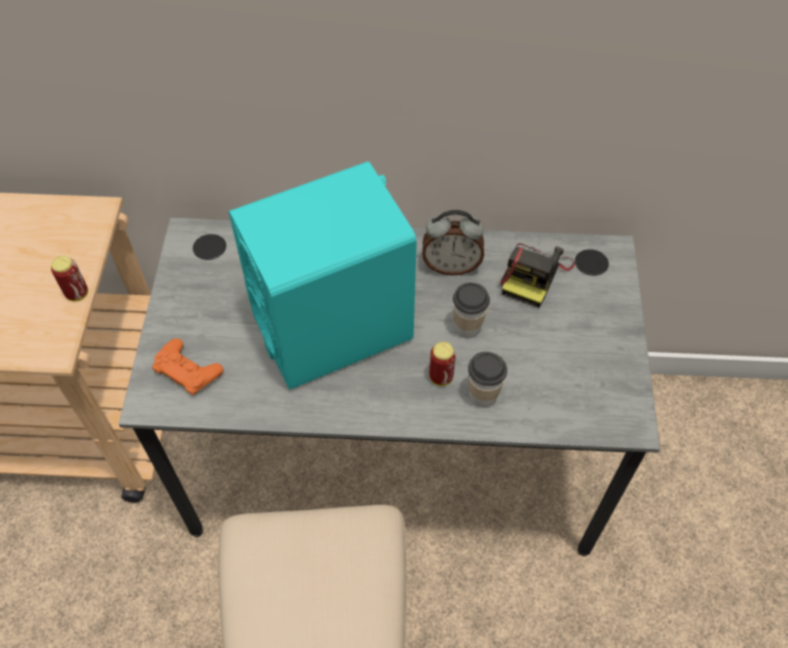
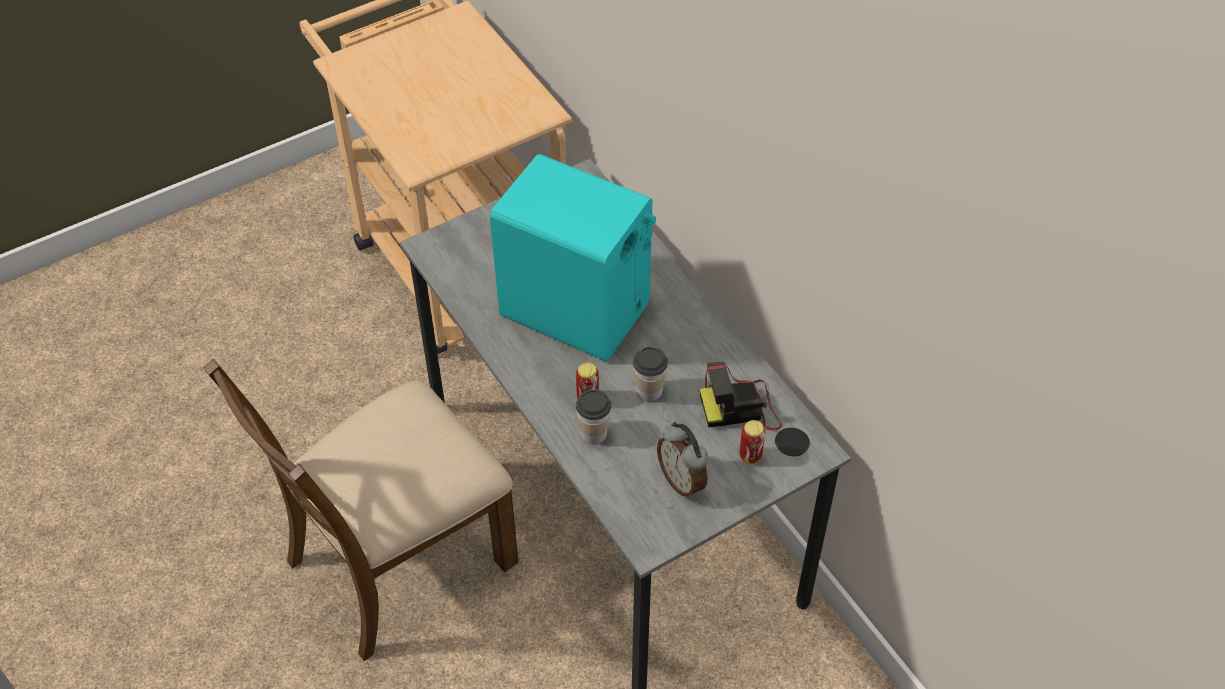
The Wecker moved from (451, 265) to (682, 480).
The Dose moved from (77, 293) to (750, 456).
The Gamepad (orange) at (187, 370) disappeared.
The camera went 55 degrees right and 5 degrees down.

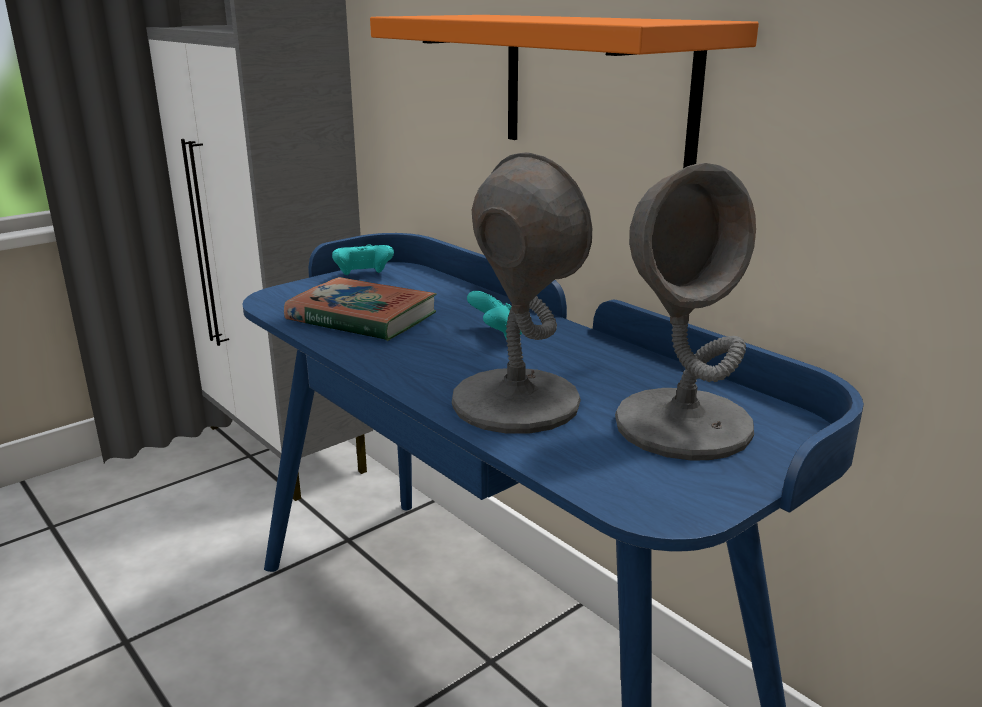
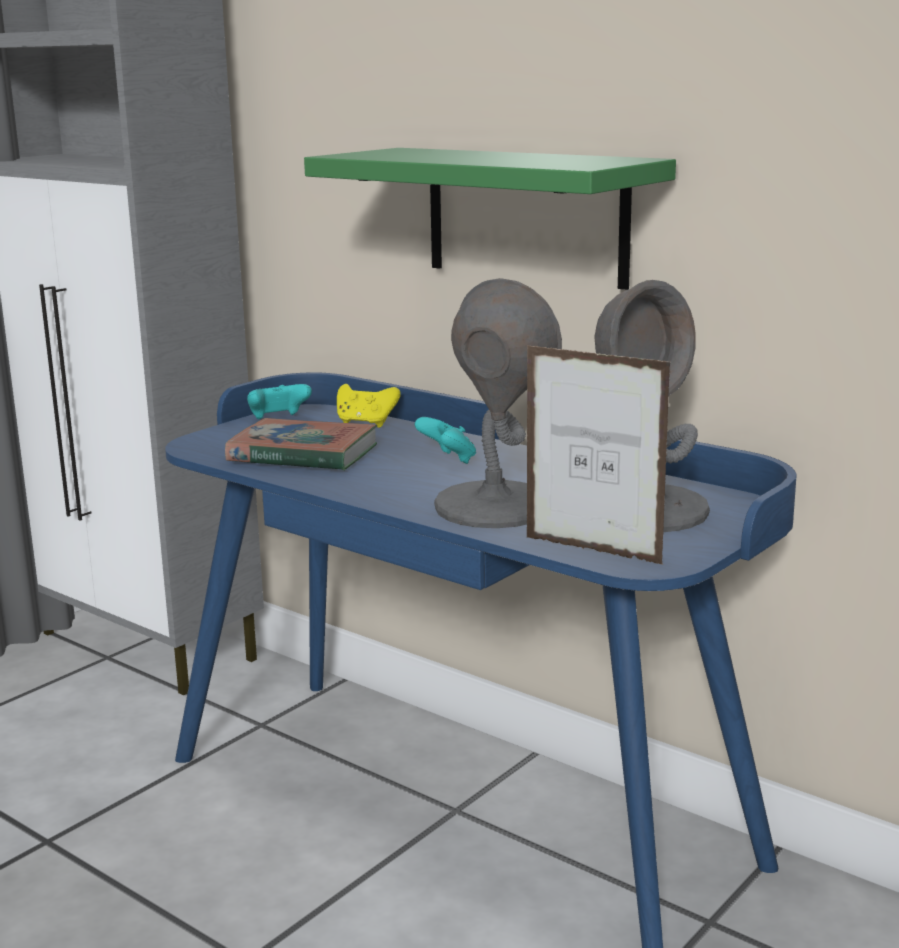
The Wandregal (orange) at (596, 87) became the Wandregal (grün) at (526, 216).
The Gamepad (gelb) at (366, 423) appeared.
The Bilderrahmen at (592, 550) appeared.
The camera went 10 degrees left and 5 degrees down.

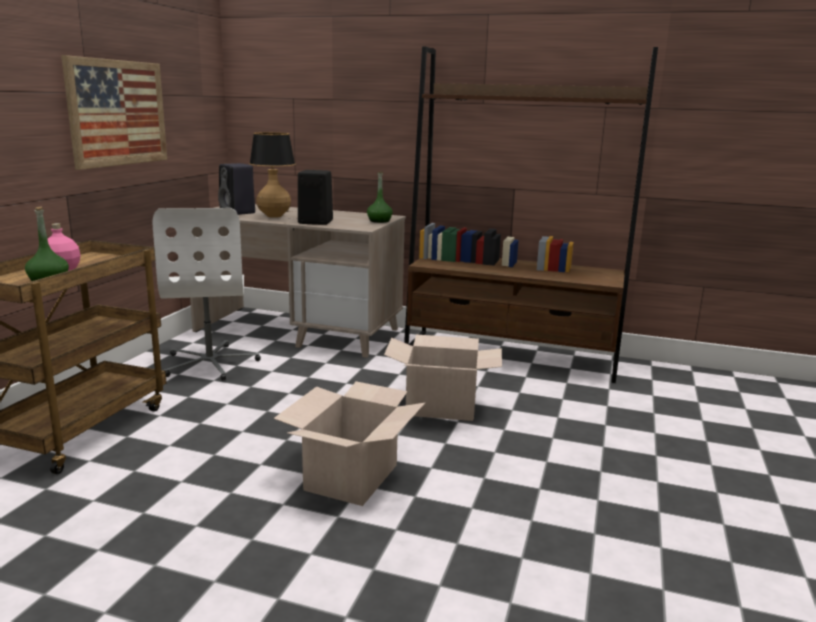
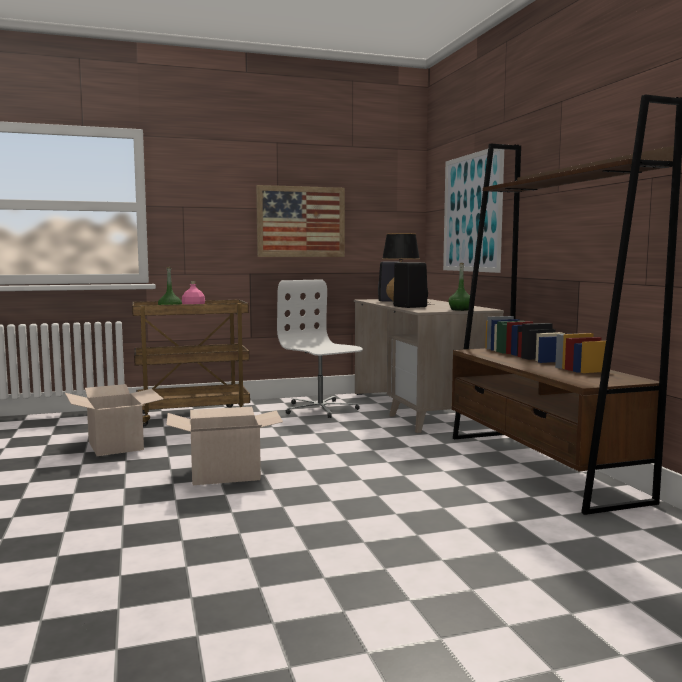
The Karton moved from (441, 407) to (115, 445).
The Bürostuhl (weiß) at (211, 363) turned 105 degrees clockwise.
The Bild at (471, 213) appeared.
The camera went 55 degrees right and 10 degrees down.

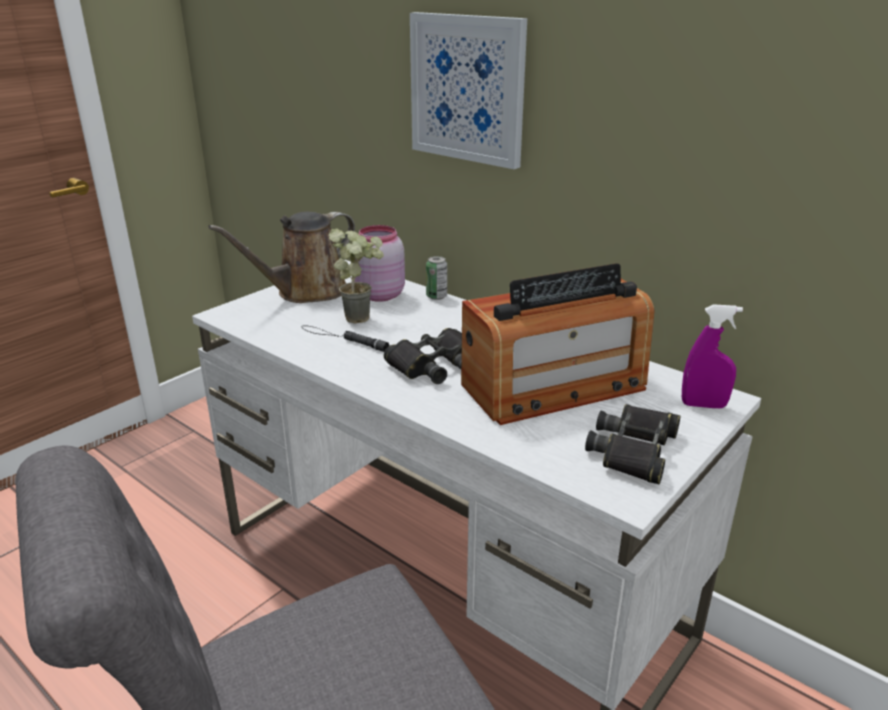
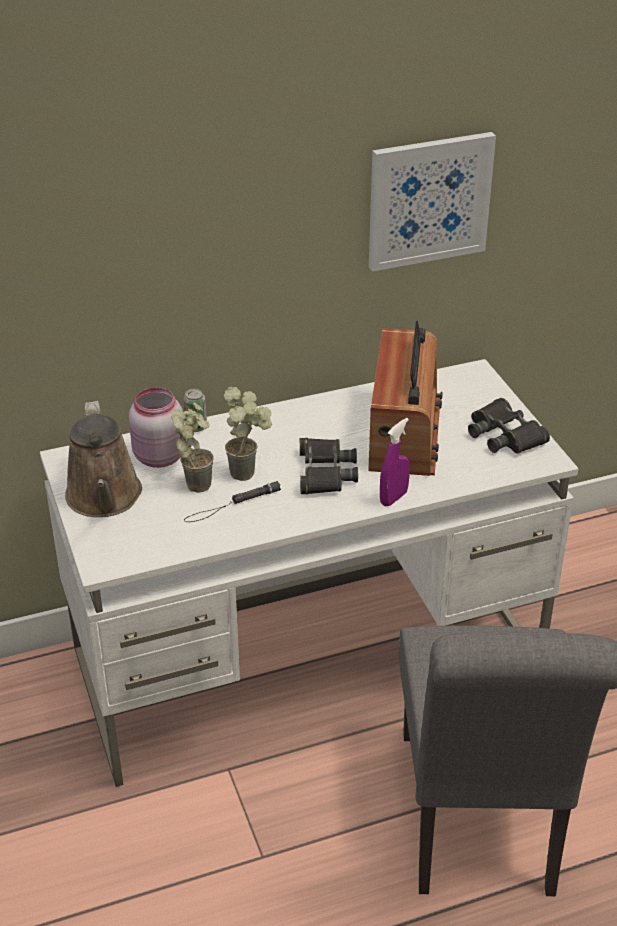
The Topfpflanze at (249, 472) appeared.
The Bild moved from (467, 89) to (429, 200).
The Sprühflasche (lila) moved from (703, 405) to (393, 498).
The camera went 60 degrees left and 10 degrees up.

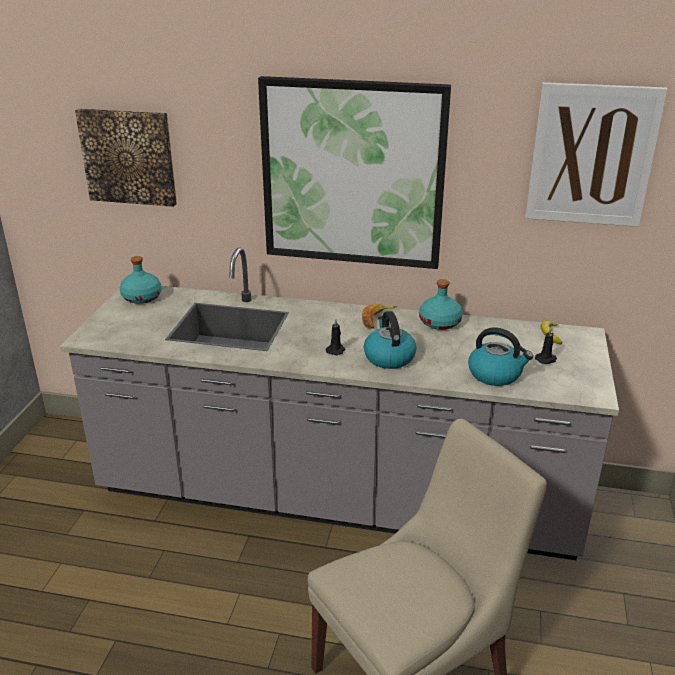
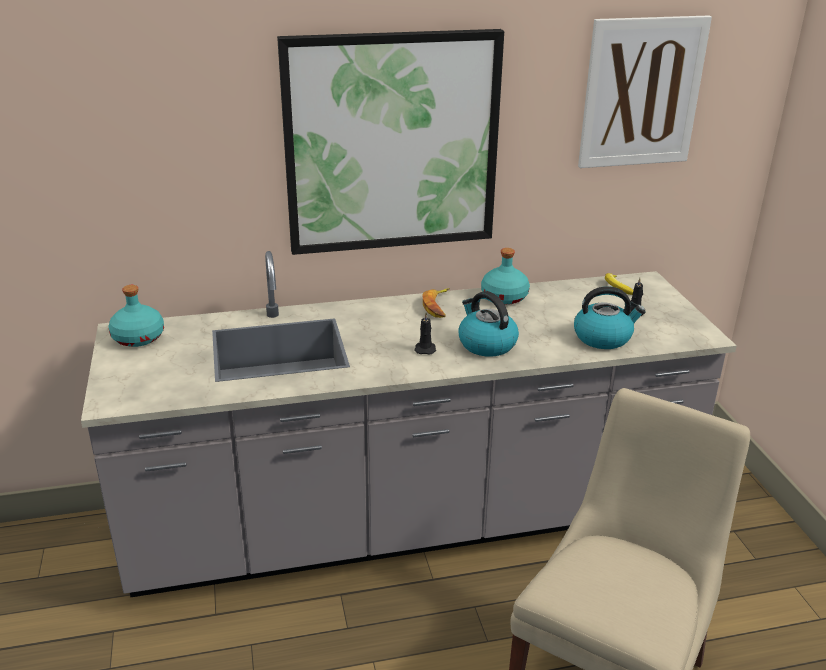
The Bild at (128, 156) disappeared.
The camera went 25 degrees left and 0 degrees up.

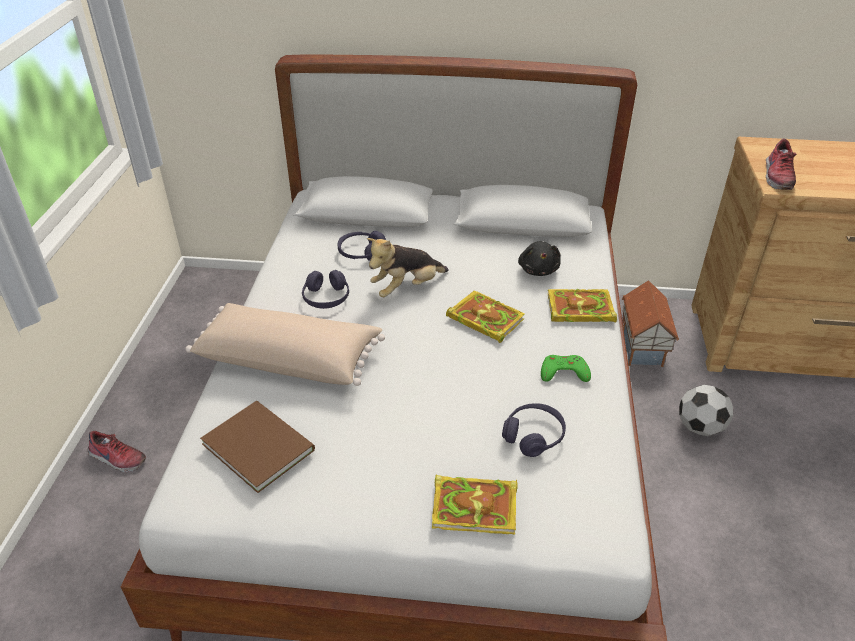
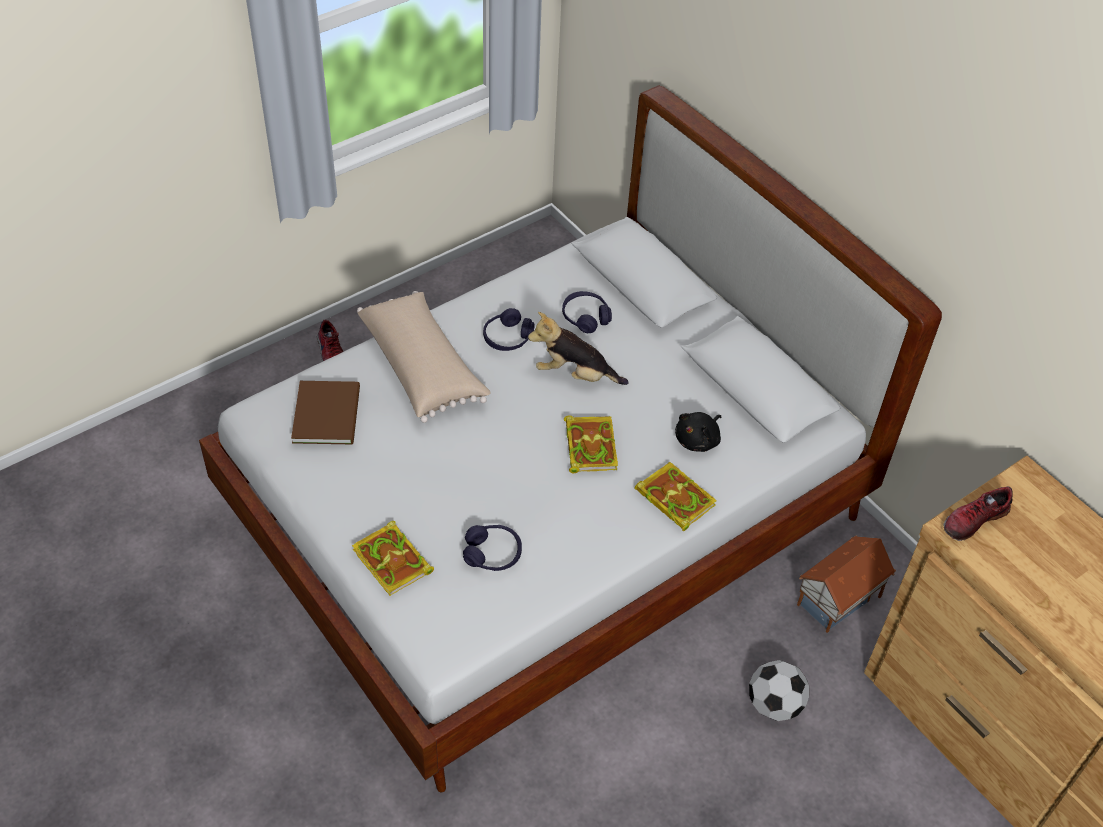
The Gamepad (grün) at (564, 372) disappeared.
The camera went 45 degrees right and 10 degrees up.

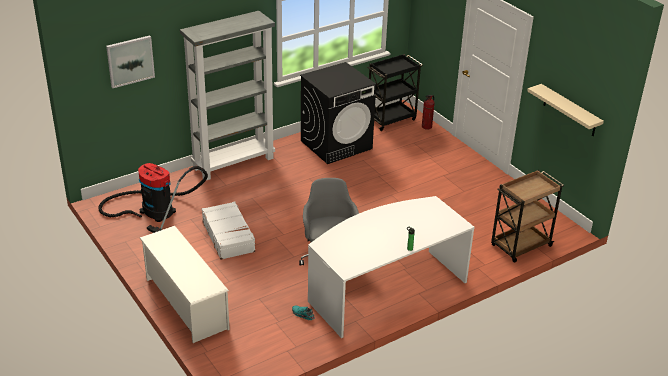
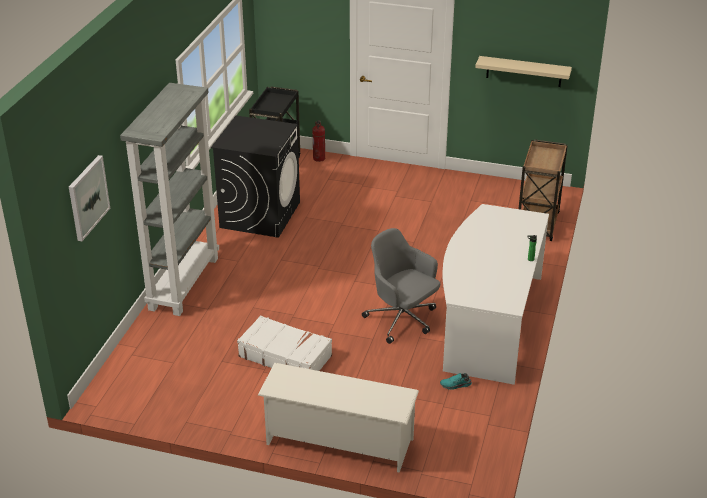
The Staubsauger at (154, 211) disappeared.
The camera went 40 degrees left and 0 degrees up.

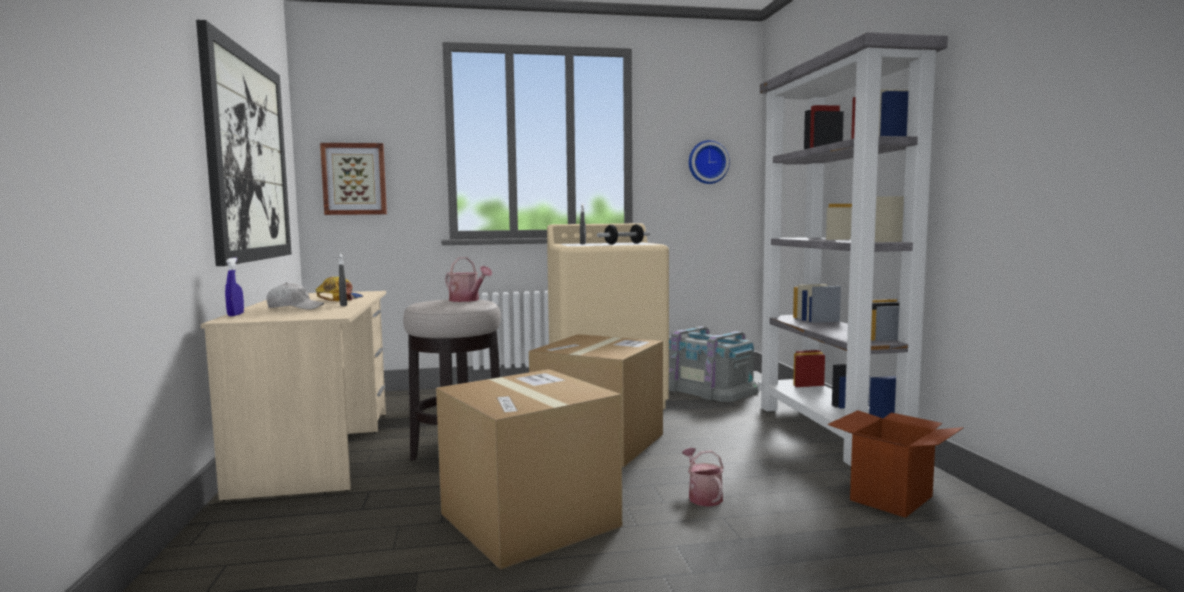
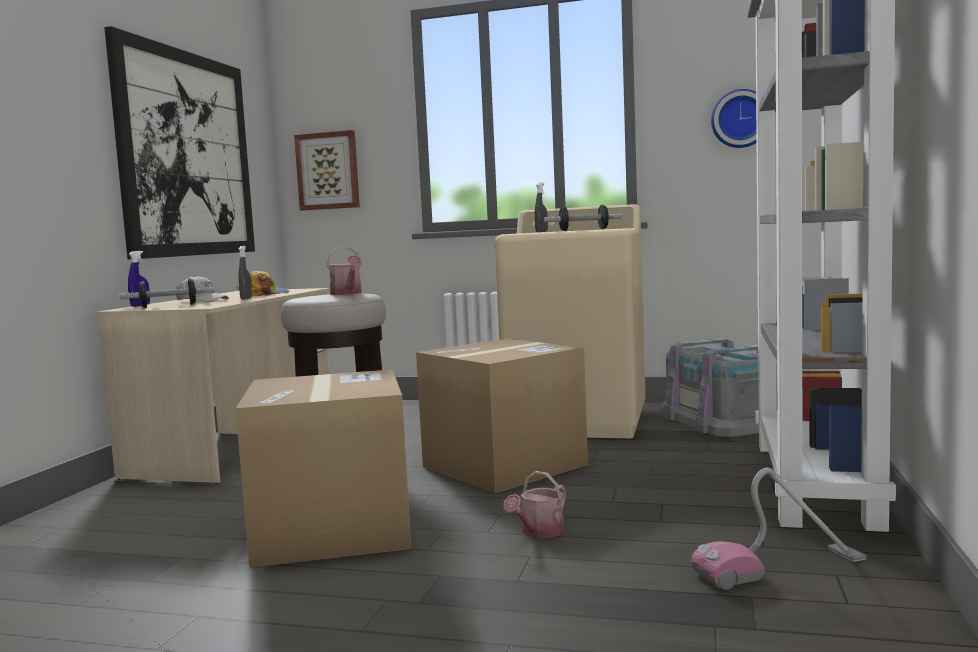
The Hantel at (169, 306) appeared.
The Gießkanne at (703, 496) turned 150 degrees counterclockwise.
The Karton at (891, 498) was replaced by the Staubsauger at (780, 567).
The camera went 25 degrees right and 0 degrees up.

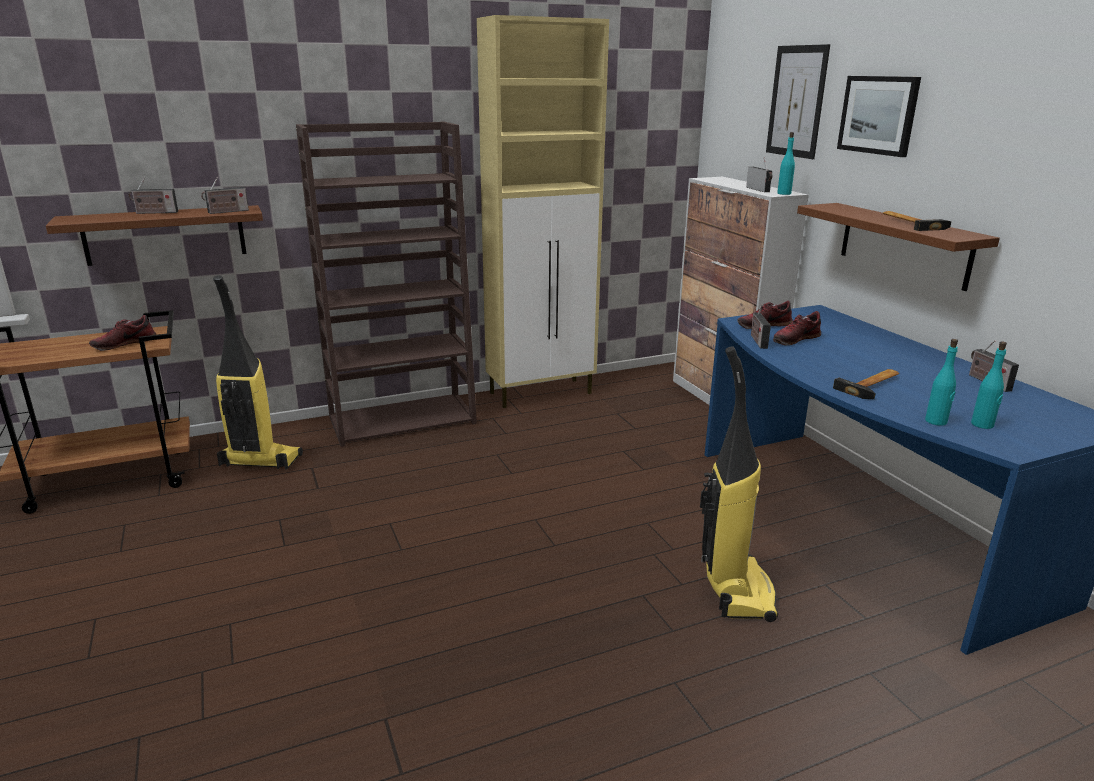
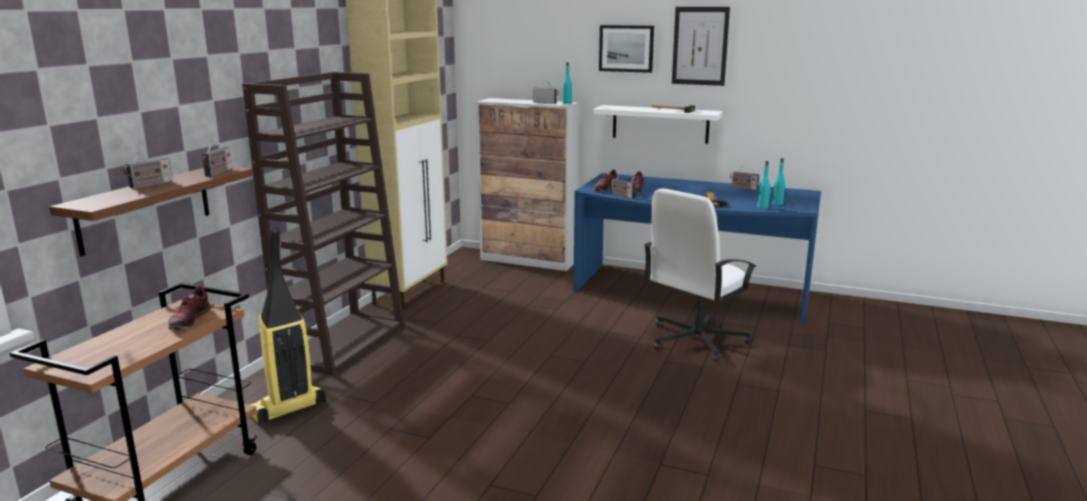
The Wandregal (braun) at (904, 245) became the Wandregal (weiß) at (660, 124).
The Staubsauger at (735, 589) was replaced by the Bürostuhl (weiß) at (695, 340).
The Bild moved from (796, 101) to (700, 46).
The camera went 45 degrees left and 5 degrees down.

